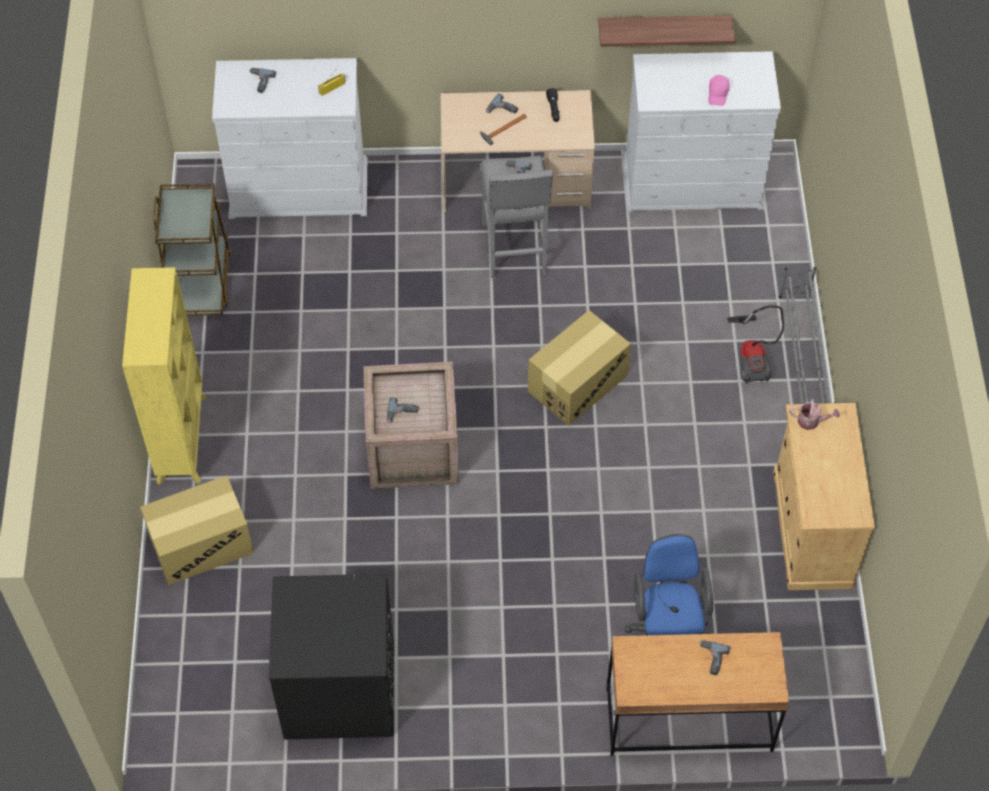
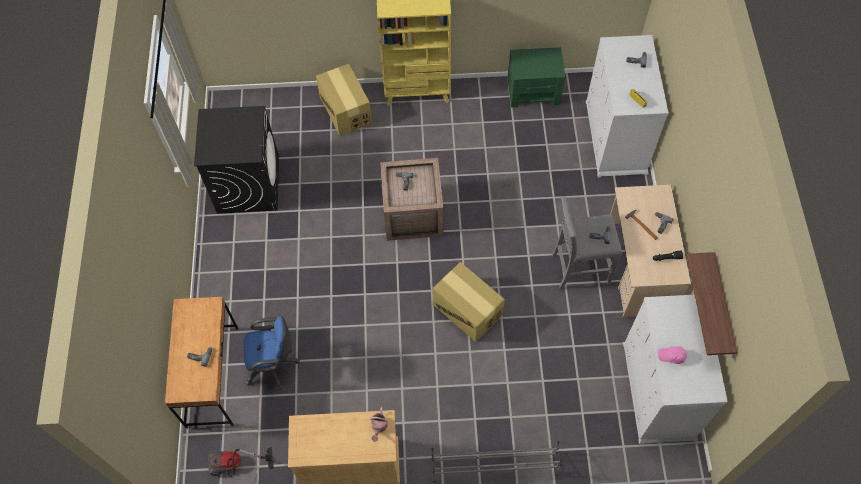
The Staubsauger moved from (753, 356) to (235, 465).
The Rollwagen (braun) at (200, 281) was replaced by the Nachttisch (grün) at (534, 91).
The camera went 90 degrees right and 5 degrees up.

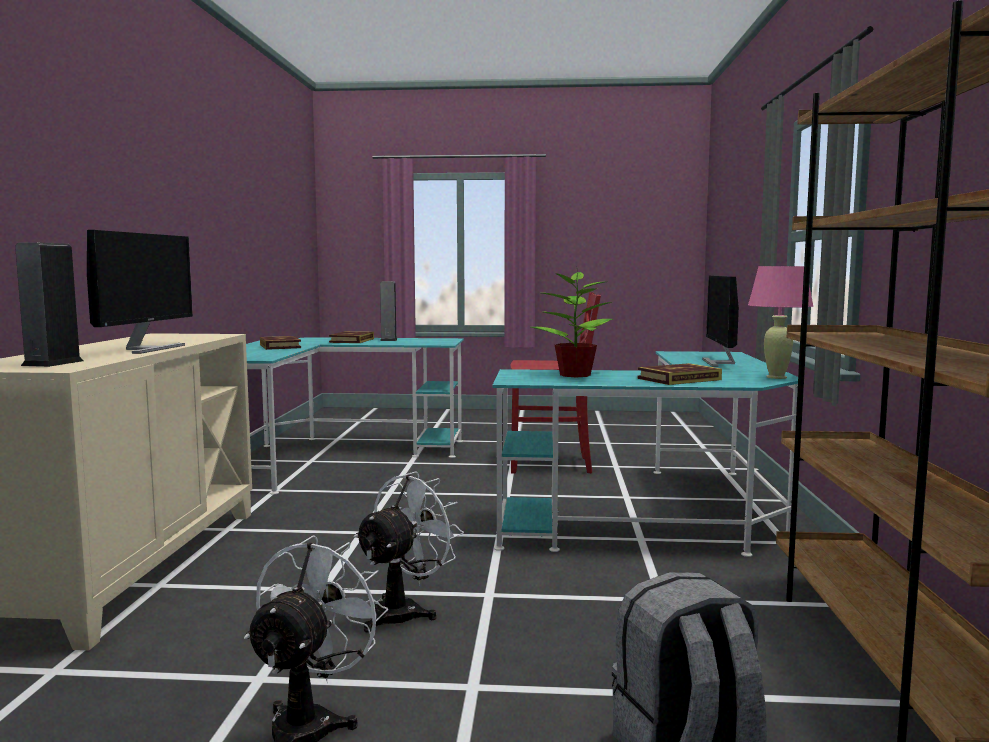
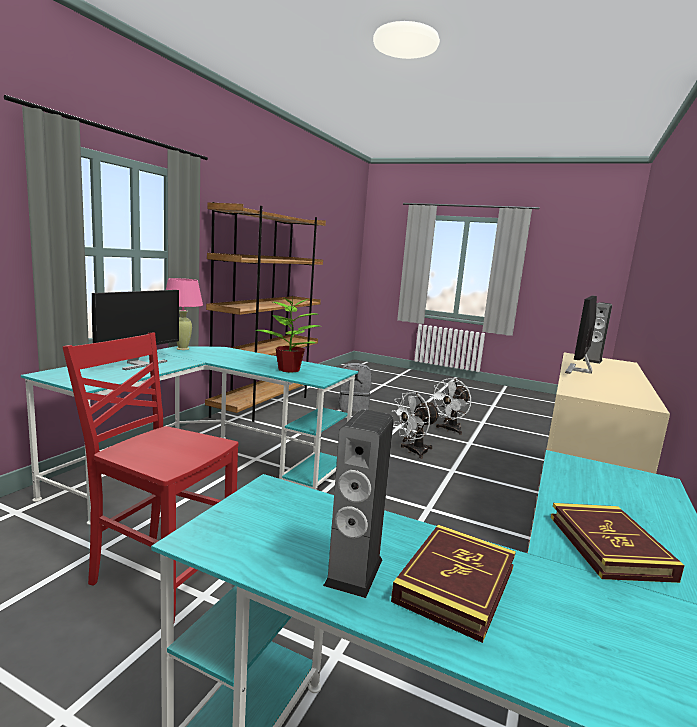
The Buch at (679, 379) disappeared.
The camera went 160 degrees left and 5 degrees up.

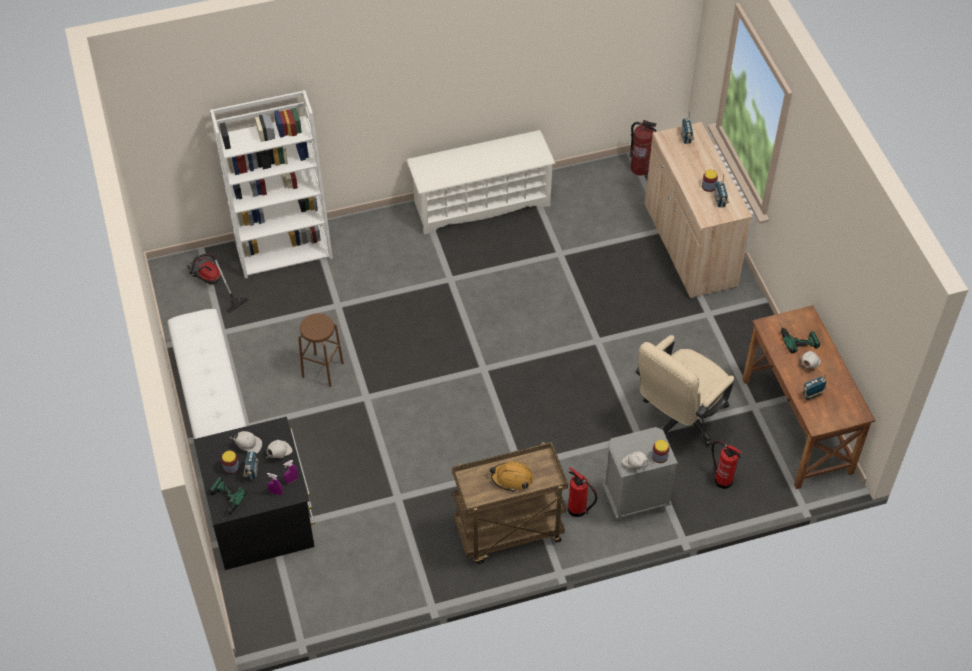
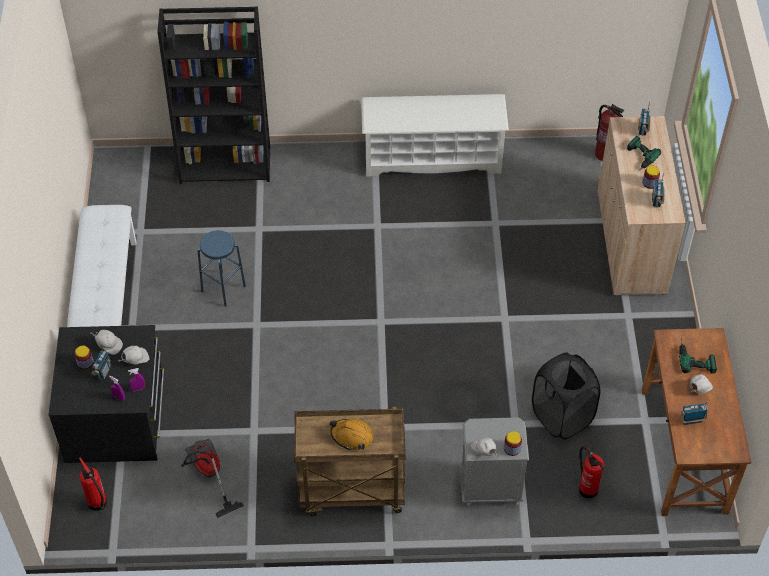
The Feuerlöscher moved from (578, 510) to (98, 504).
The Bücherregal (weiß) at (284, 250) became the Bücherregal (schwarz) at (226, 164).
The Staubsauger moved from (211, 283) to (207, 475).
The Hocker (braun) at (322, 370) became the Hocker (blau) at (223, 288).
The Bürostuhl (beige) at (678, 420) was replaced by the Wäschekorb (schwarz) at (561, 417).
The Bohrmaschine moved from (223, 502) to (638, 157).
The camera went 15 degrees right and 0 degrees up.

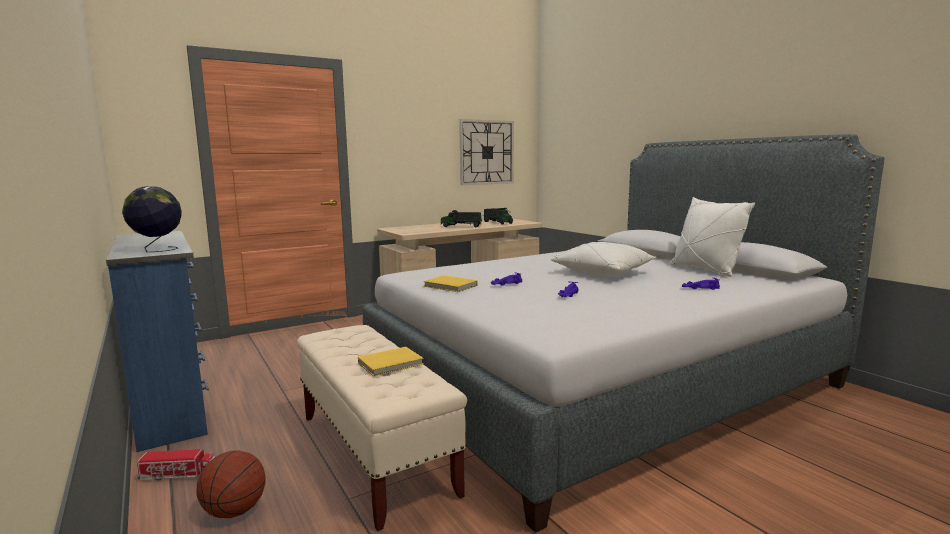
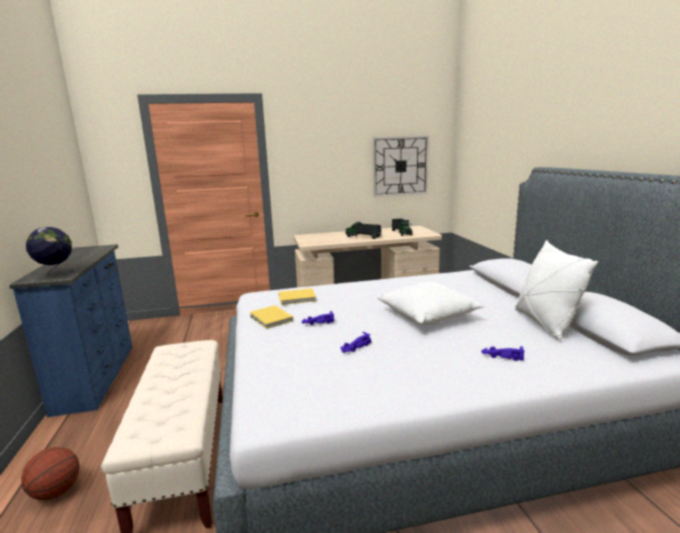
The Buch (gelb) moved from (392, 363) to (298, 298).
The Spielzeuglaster at (183, 474) disappeared.
The camera went 20 degrees right and 5 degrees up.

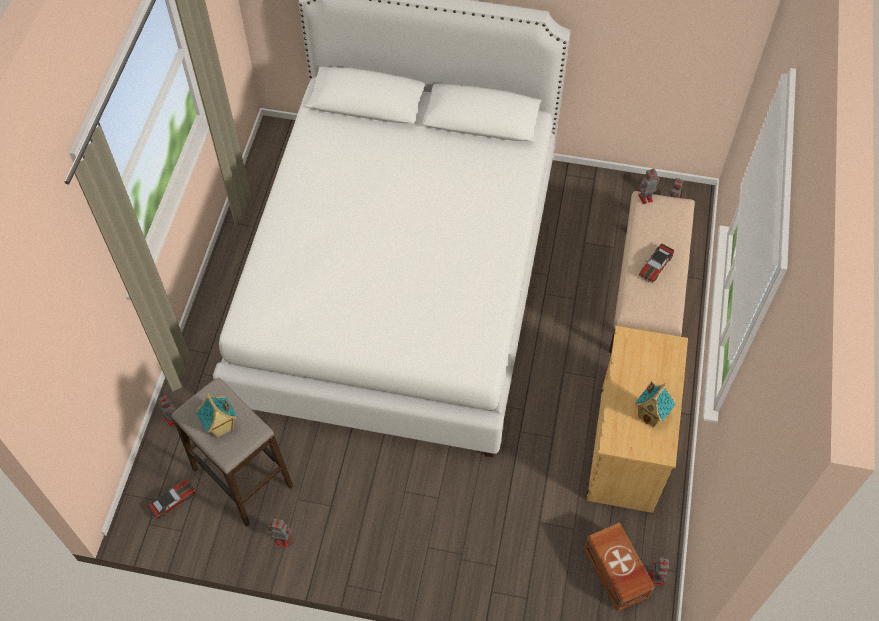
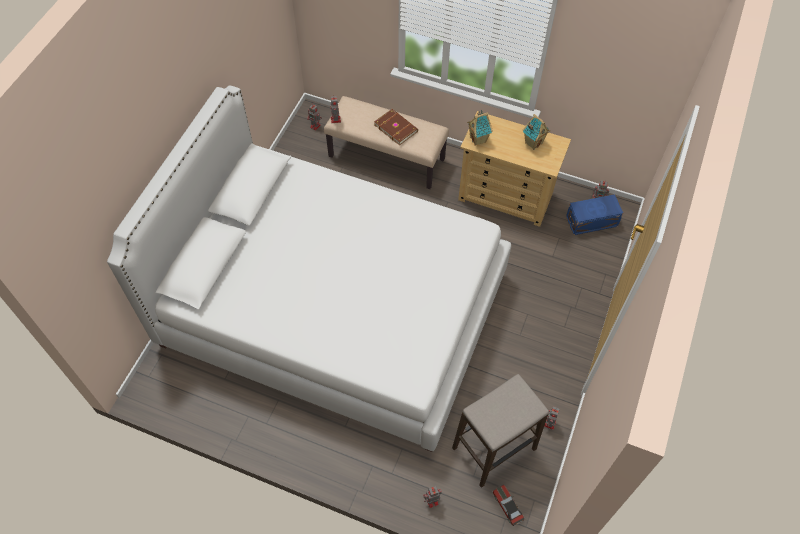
The Spielzeugauto at (655, 266) was replaced by the Buch (braun) at (396, 127).
The Spielzeughaus moved from (221, 428) to (478, 139).
The Aufbewahrungsbox (braun) at (615, 573) became the Aufbewahrungsbox (blau) at (592, 222).
The camera went 80 degrees left and 0 degrees up.

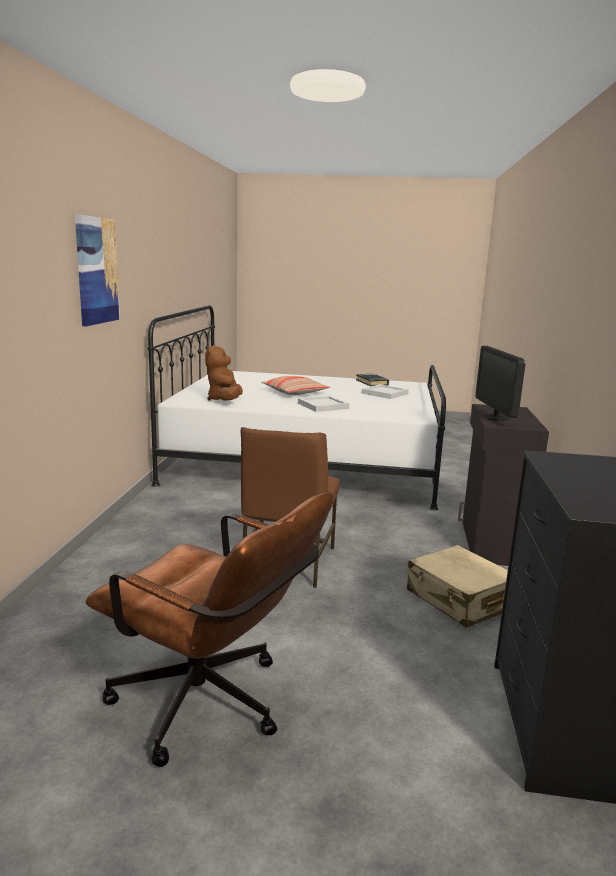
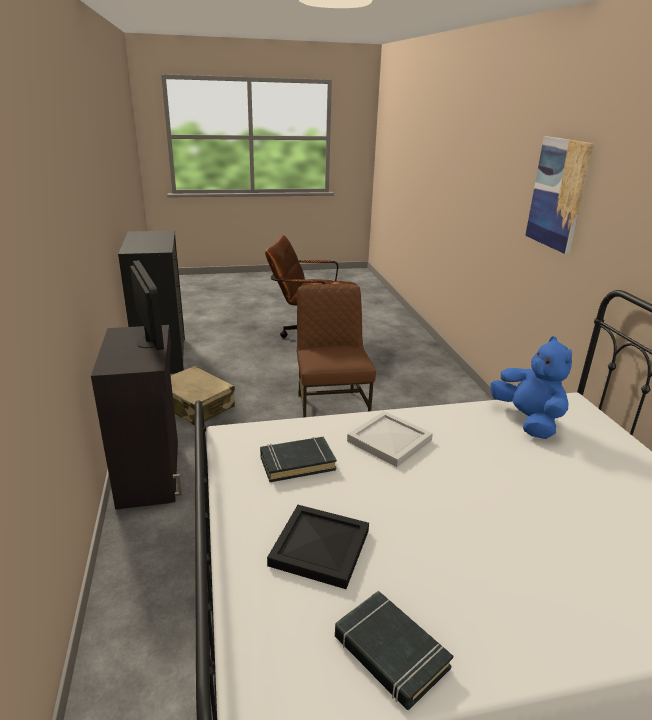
The Buch (schwarz) at (297, 463) appeared.
The Tablett (weiß) at (384, 393) became the Tablett (schwarz) at (320, 549).
The Plüschtier (braun) at (225, 401) became the Plüschtier (blau) at (527, 420).
The Kissen at (295, 392) disappeared.
The camera went 160 degrees right and 10 degrees up.

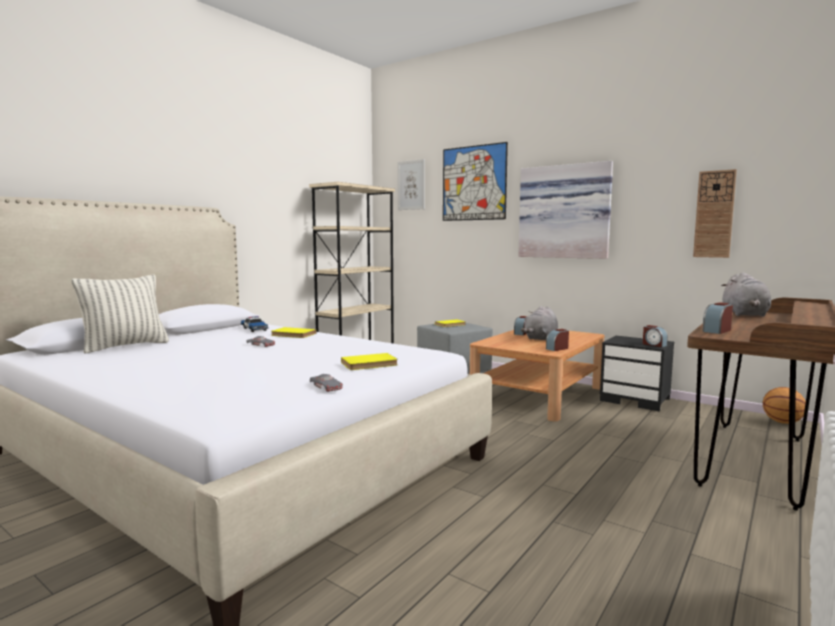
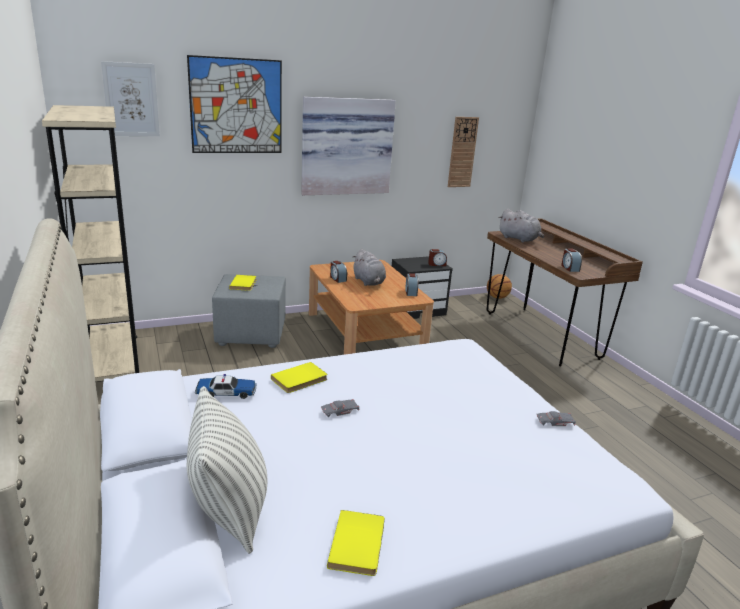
The Buch (gelb) moved from (370, 364) to (359, 545).
The camera went 60 degrees left and 15 degrees up.

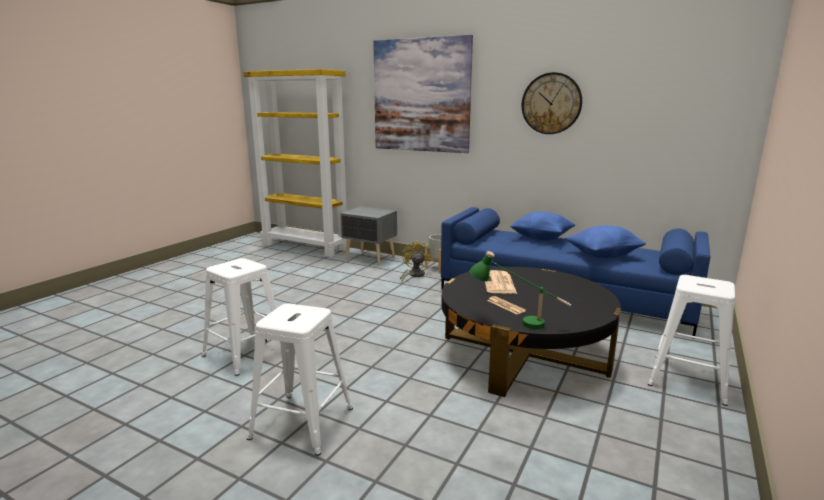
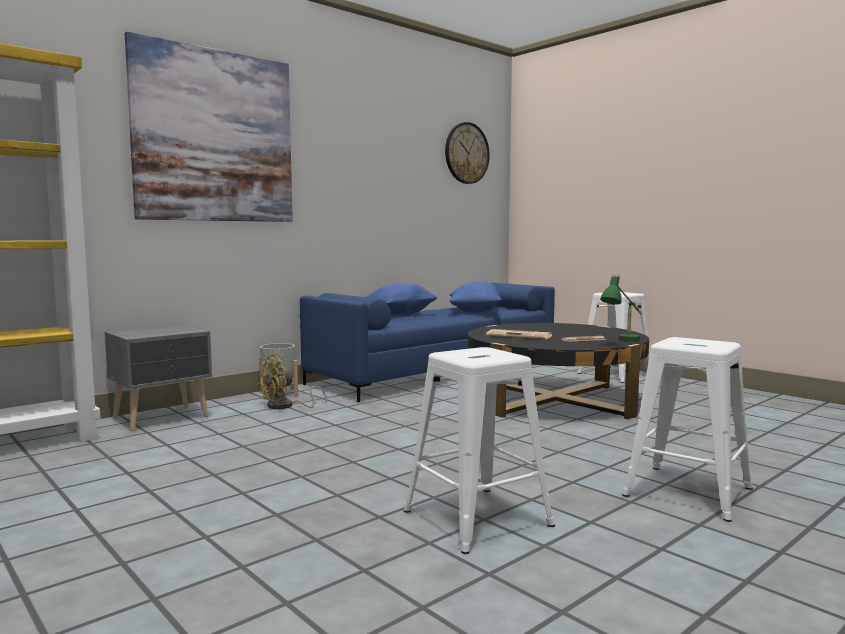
The Ventilator (gelb) at (414, 275) turned 60 degrees counterclockwise.
The Wanduhr moved from (551, 103) to (466, 153).
The camera went 70 degrees left and 10 degrees down.

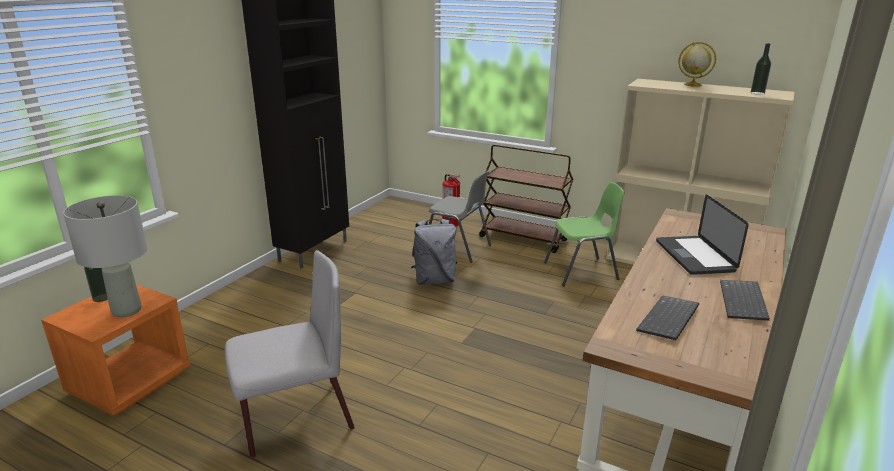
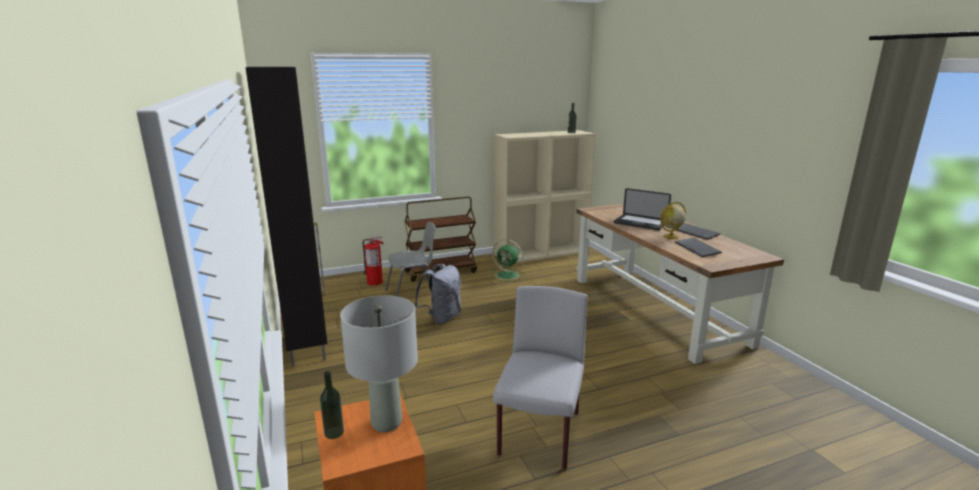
The Stuhl (grün) at (582, 271) was replaced by the Ventilator (grün) at (508, 275).
The Globus moved from (692, 85) to (670, 237).
The camera went 50 degrees left and 5 degrees down.

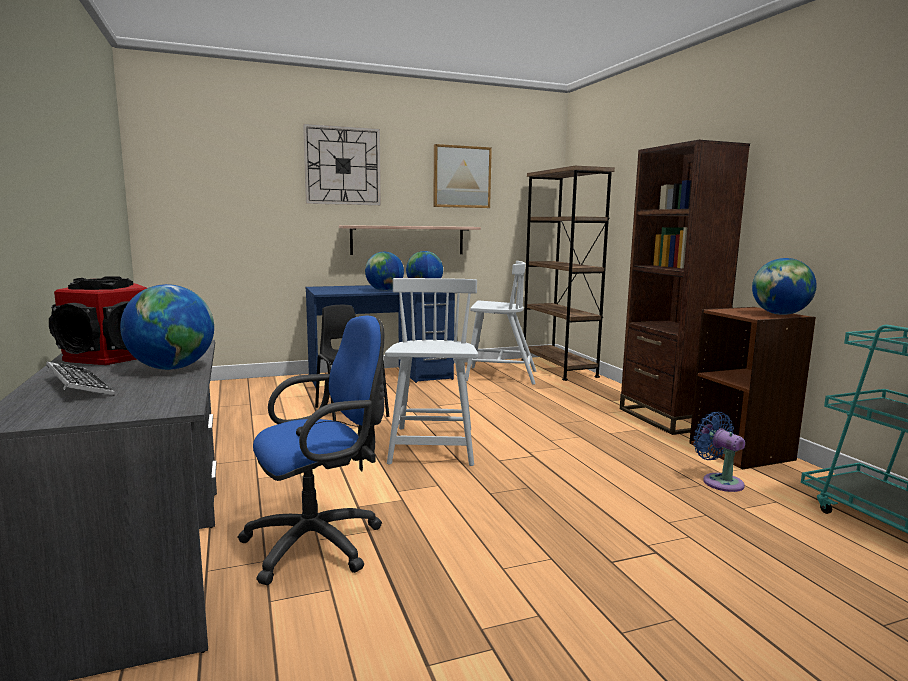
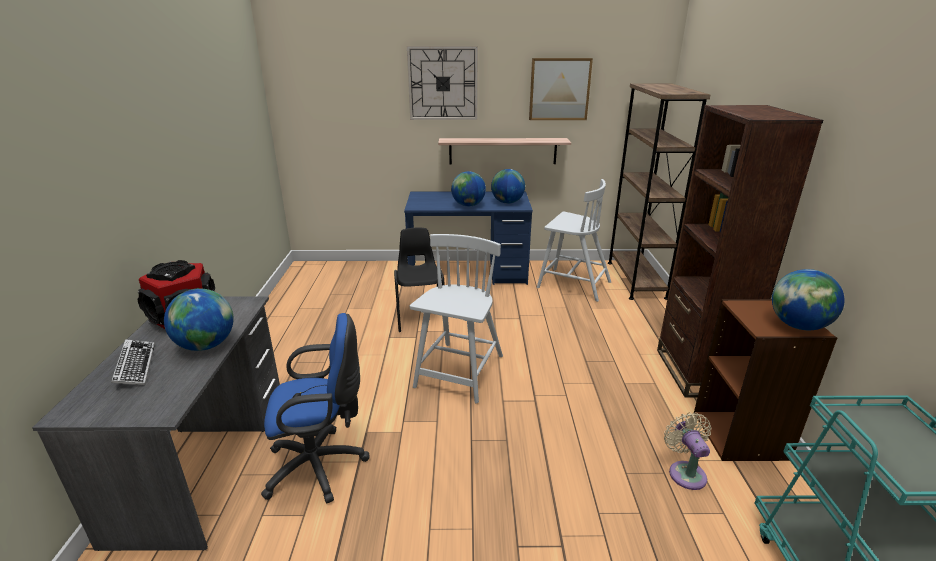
The Ventilator (blau) at (719, 481) became the Ventilator (beige) at (685, 472).
The camera went 20 degrees right and 15 degrees up.

